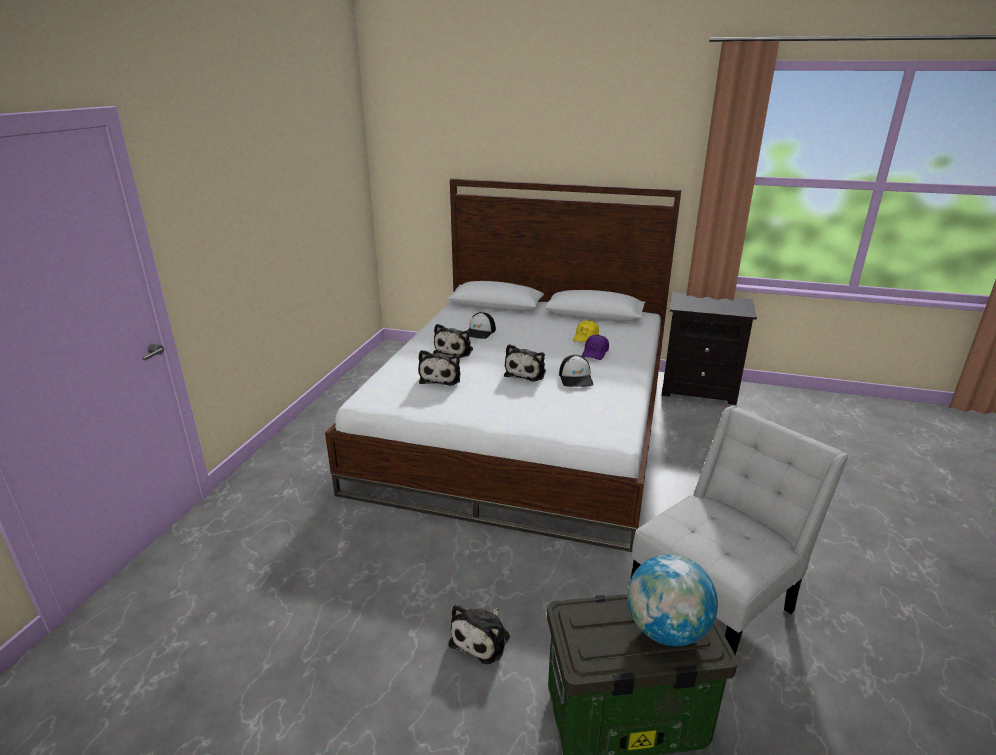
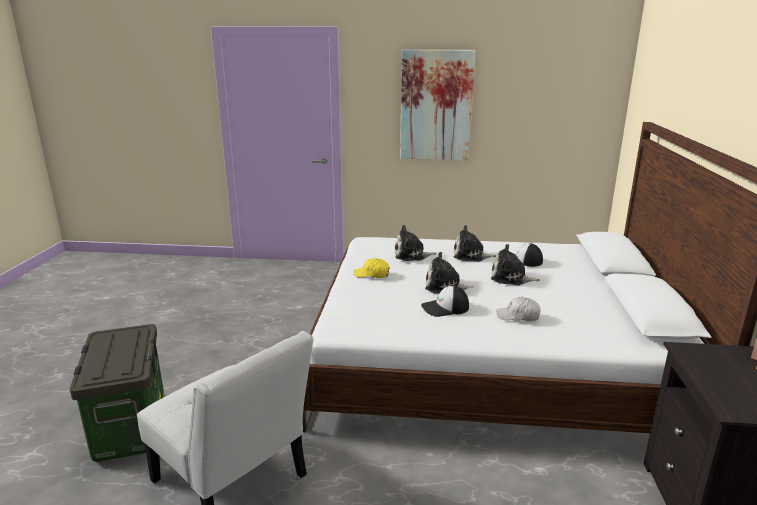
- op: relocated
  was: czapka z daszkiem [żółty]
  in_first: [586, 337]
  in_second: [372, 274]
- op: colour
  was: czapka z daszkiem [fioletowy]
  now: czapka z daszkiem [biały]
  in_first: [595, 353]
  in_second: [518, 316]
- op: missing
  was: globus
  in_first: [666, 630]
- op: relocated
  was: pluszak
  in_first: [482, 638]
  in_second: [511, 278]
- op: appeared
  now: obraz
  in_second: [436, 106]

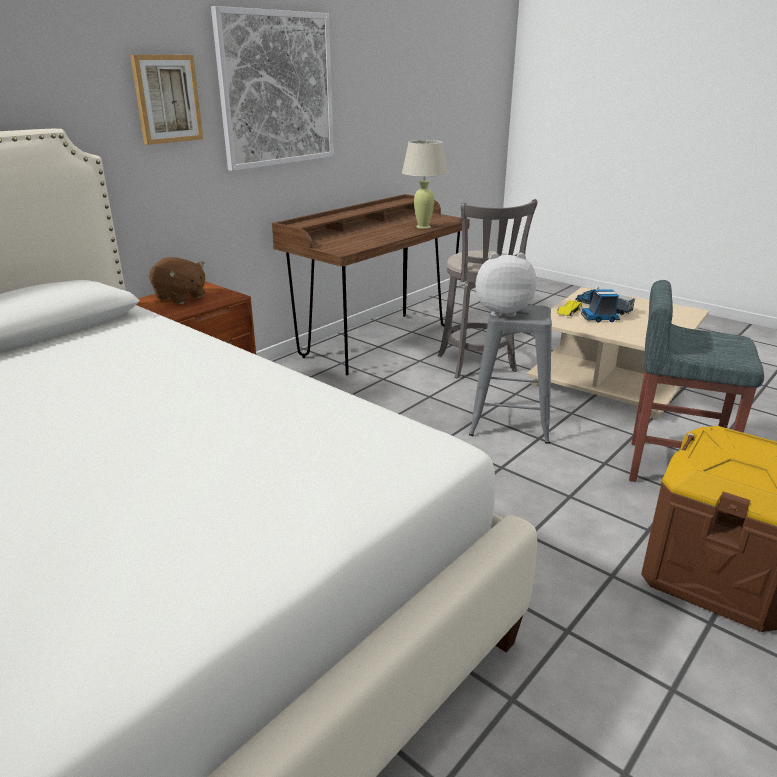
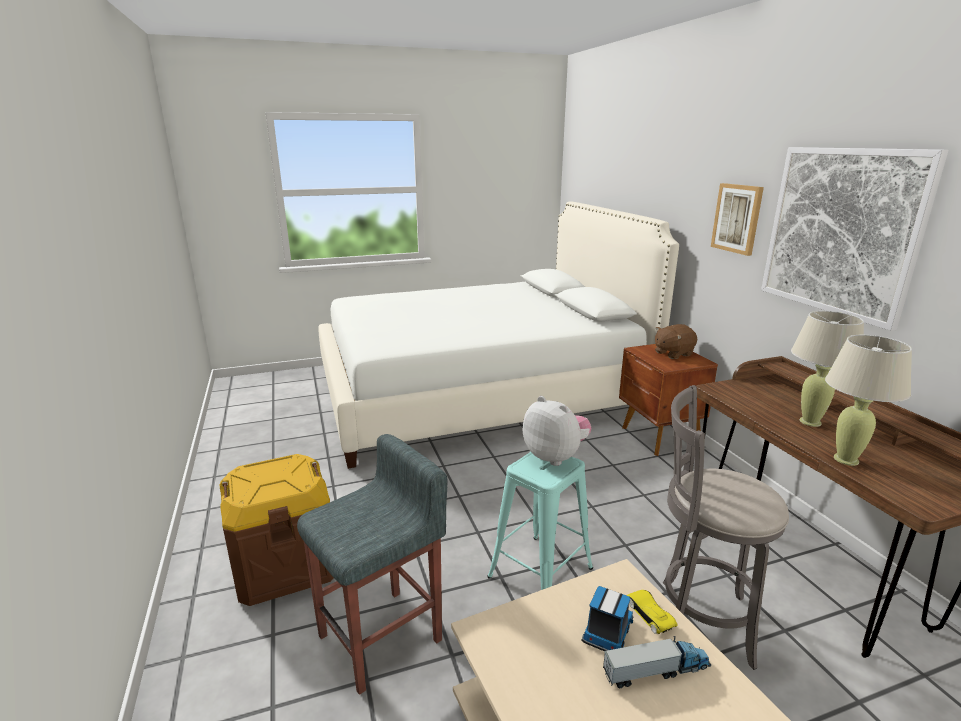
- op: spun
  was: pluszak
  in_first: [502, 311]
  in_second: [555, 456]
  clockwise: -75
- op: colour
  was: stołek [szary]
  now: stołek [turkusowy]
  in_first: [510, 423]
  in_second: [540, 572]
- op: appeared
  now: lampa stołowa [beżowy]
  in_second: [810, 422]

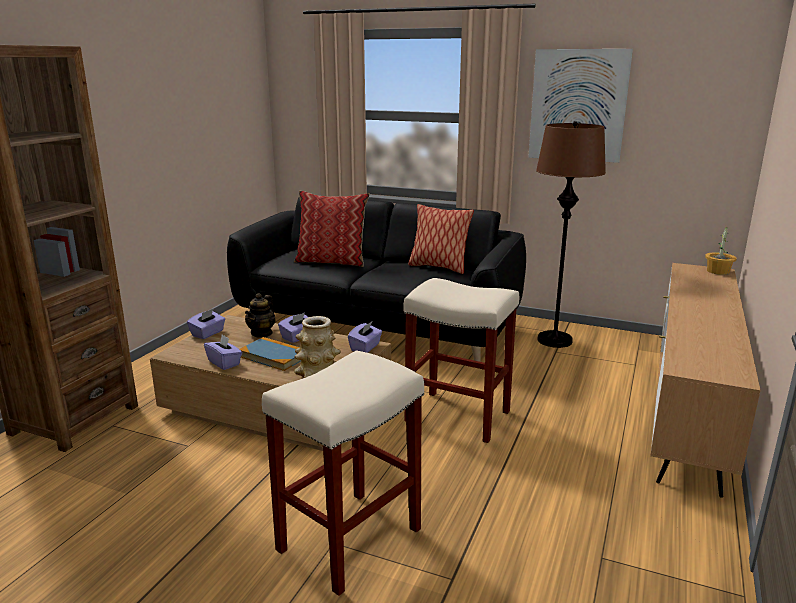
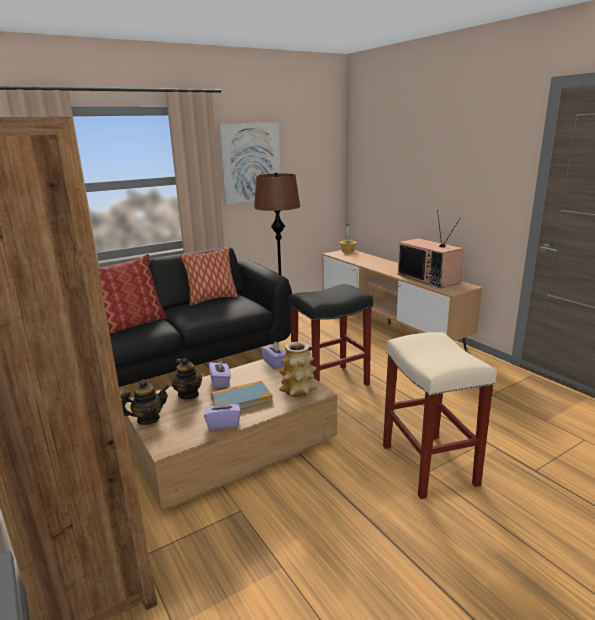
- op: colour
  was: stołek [beżowy]
  now: stołek [czarny]
  in_first: [459, 416]
  in_second: [331, 382]
- op: exchanged
  was: pudełko chusteczek [fioletowy]
  now: imbryk
  in_first: [208, 333]
  in_second: [148, 419]
- op: appeared
  now: telewizor
  in_second: [429, 278]

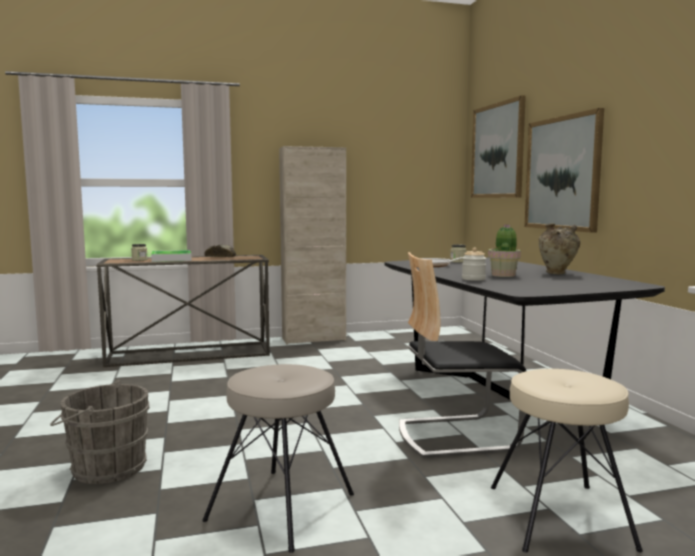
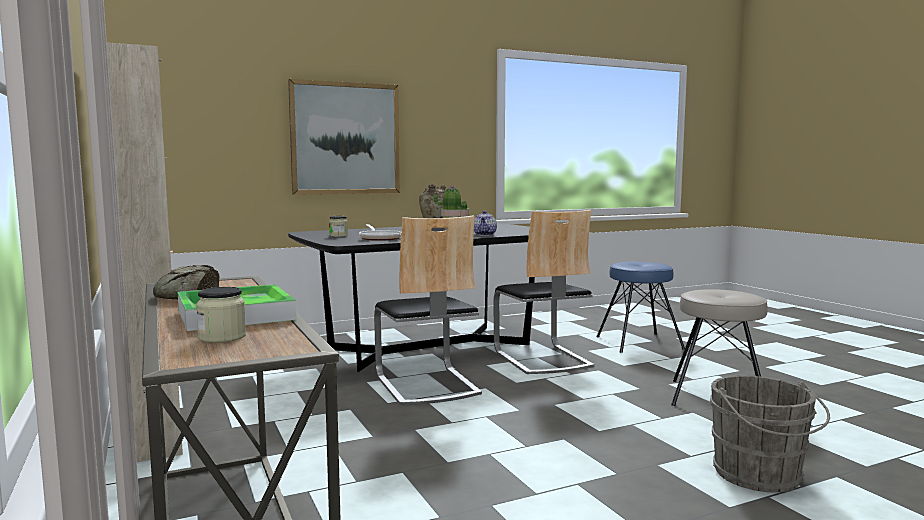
- op: missing
  was: obraz
  in_first: [497, 151]
- op: exchanged
  was: słoik
  now: imbryk
  in_first: [473, 279]
  in_second: [484, 234]
- op: colour
  was: stołek [beżowy]
  now: stołek [niebieski]
  in_first: [560, 516]
  in_second: [638, 342]
- op: appeared
  now: krzesło
  in_second: [426, 385]

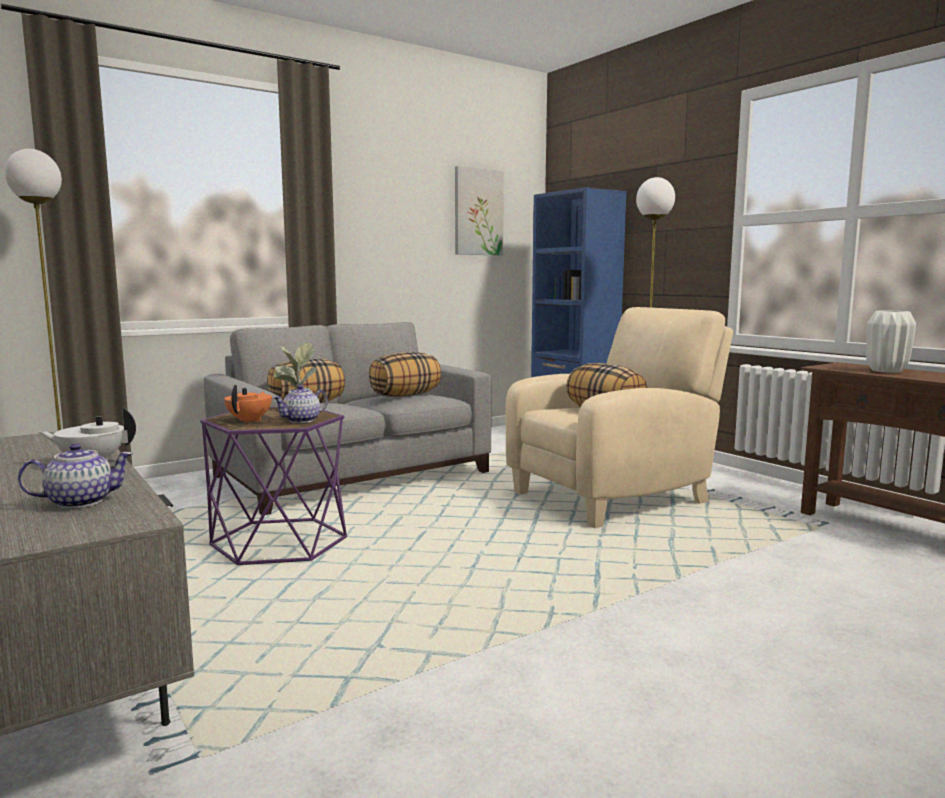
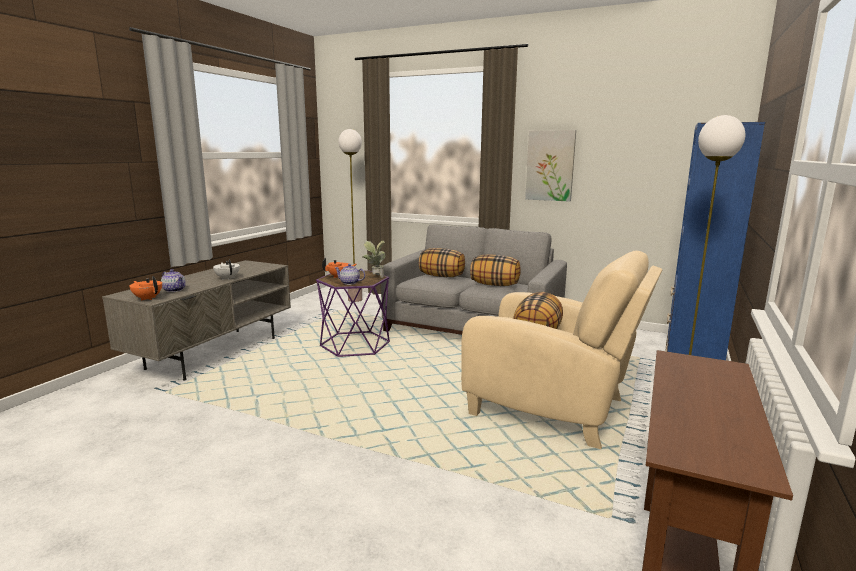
- op: relocated
  was: obraz
  in_first: [478, 212]
  in_second: [550, 165]
- op: missing
  was: wazon [biały]
  in_first: [886, 371]
- op: appeared
  now: imbryk [pomarańczowy]
  in_second: [148, 298]

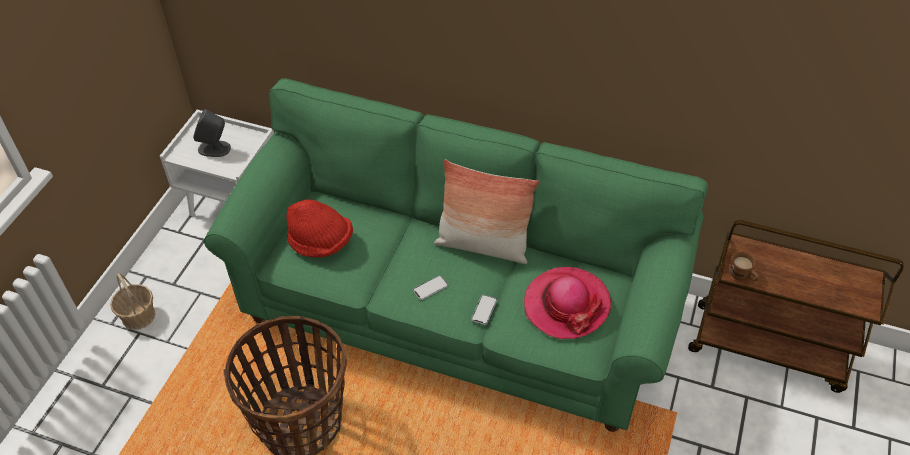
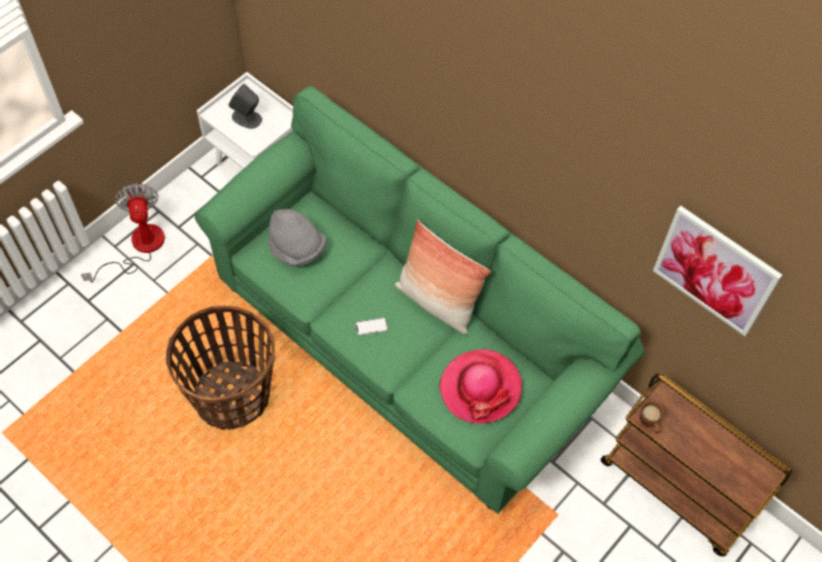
- op: colour
  was: kapelusz [czerwony]
  now: kapelusz [szary]
  in_first: [321, 242]
  in_second: [297, 249]
- op: exchanged
  was: koszyk
  now: wentylator
  in_first: [138, 316]
  in_second: [138, 247]
- op: missing
  was: telefon
  in_first: [484, 310]
- op: appeared
  now: obraz
  in_second: [715, 270]

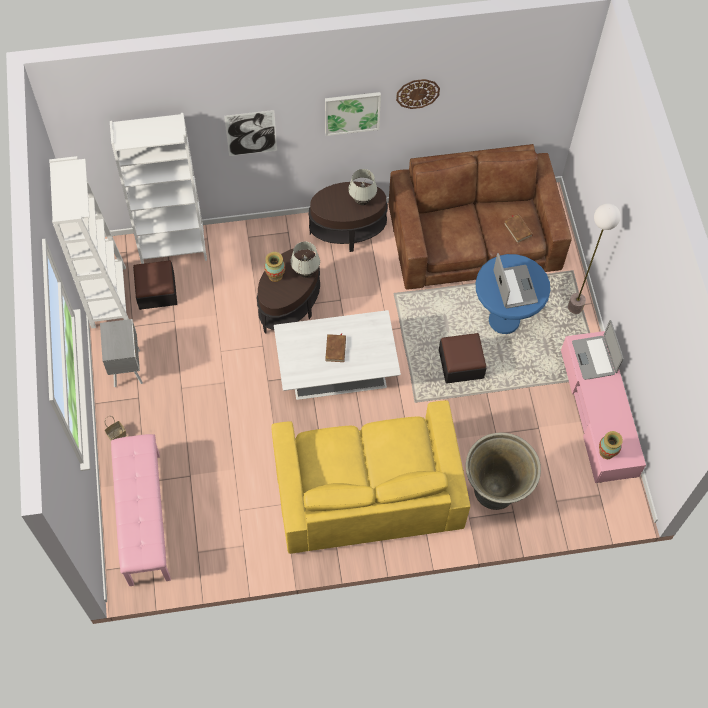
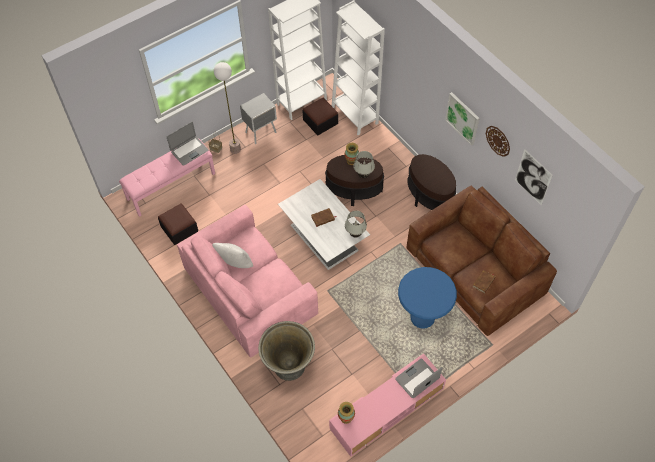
- op: relocated
  was: obraz
  in_first: [251, 133]
  in_second: [533, 177]
- op: relocated
  was: lampa stołowa [biały]
  in_first: [362, 202]
  in_second: [355, 234]
- op: relocated
  was: lampa stojąca
  in_first: [575, 307]
  in_second: [235, 149]
- op: relocated
  was: laptop
  in_first: [514, 287]
  in_second: [189, 151]
- op: relocated
  was: pufa
  in_first: [461, 364]
  in_second: [179, 229]
- op: colour
  was: kanapa [żółty]
  now: kanapa [różowy]
  in_first: [367, 490]
  in_second: [249, 291]
- op: appeared
  now: poduszka [biały]
  in_second: [235, 264]

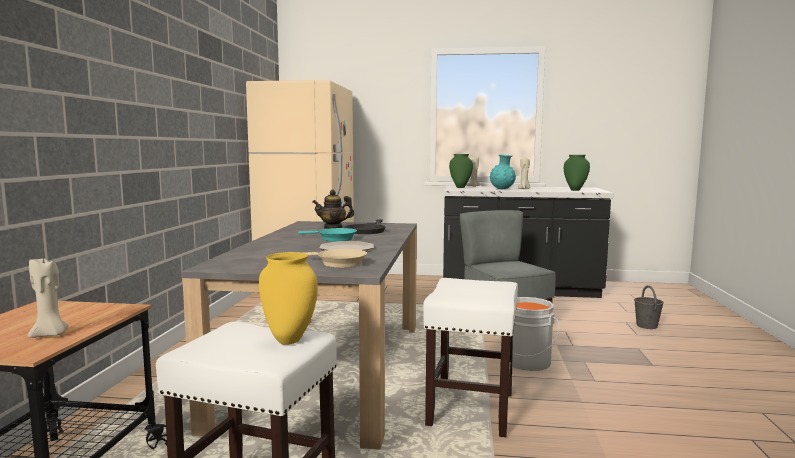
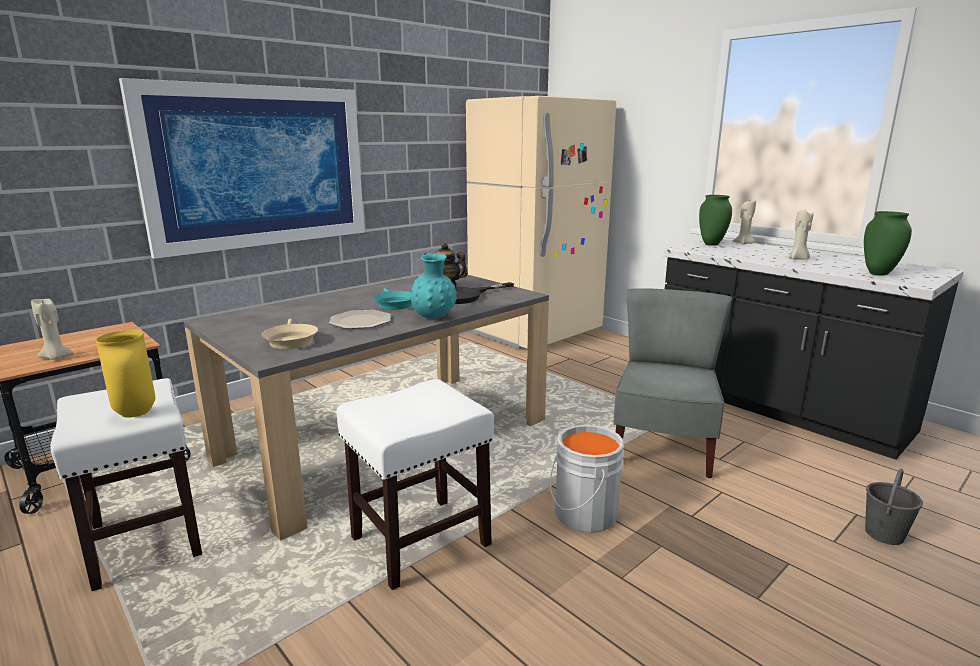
- op: relocated
  was: wazon [turkusowy]
  in_first: [502, 189]
  in_second: [433, 317]
- op: appeared
  now: obraz
  in_second: [258, 167]

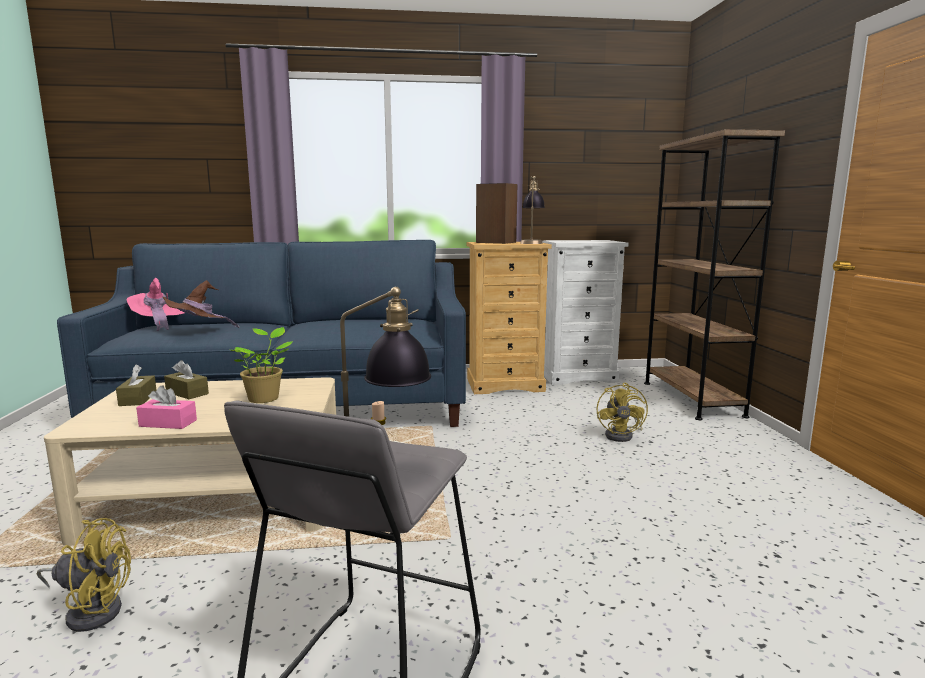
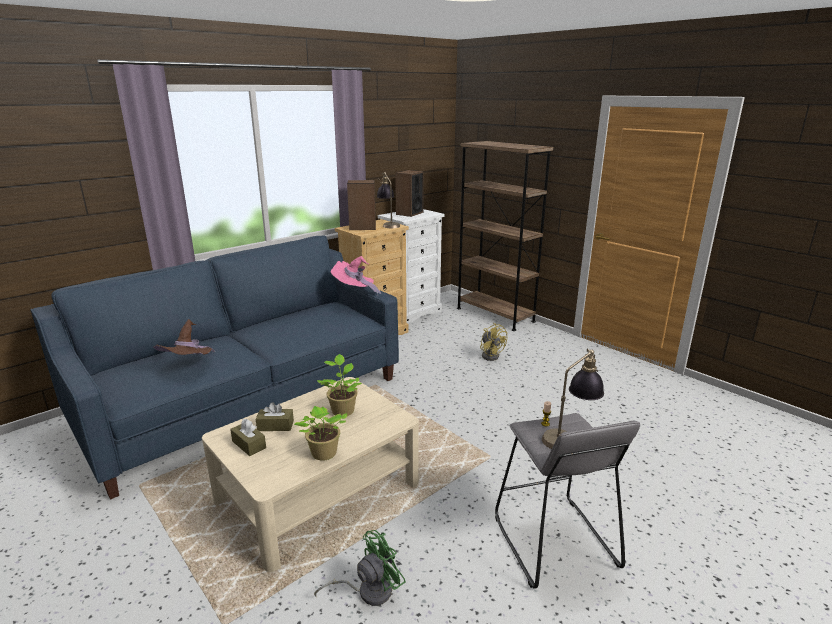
- op: relocated
  was: kapelusz [różowy]
  in_first: [159, 324]
  in_second: [354, 291]
- op: exchanged
  was: pudełko chusteczek [różowy]
  now: roślina doniczkowa
  in_first: [168, 423]
  in_second: [323, 454]
- op: colour
  was: wentylator [żółty]
  now: wentylator [zielony]
  in_first: [92, 610]
  in_second: [368, 591]
- op: appeared
  now: głośnik
  in_second: [409, 213]

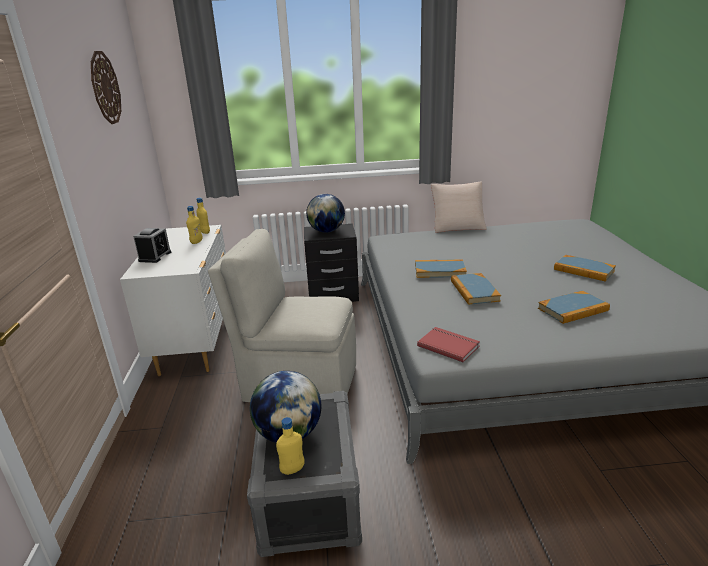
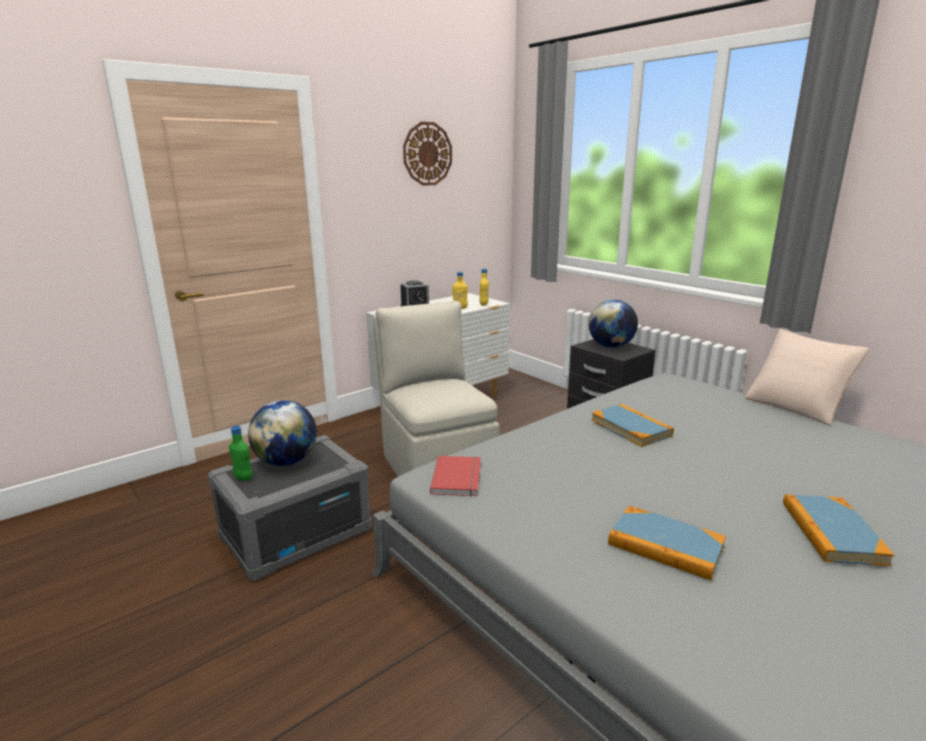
- op: missing
  was: książka
  in_first: [474, 291]
- op: colour
  was: butelka [żółty]
  now: butelka [zielony]
  in_first: [292, 470]
  in_second: [243, 478]

